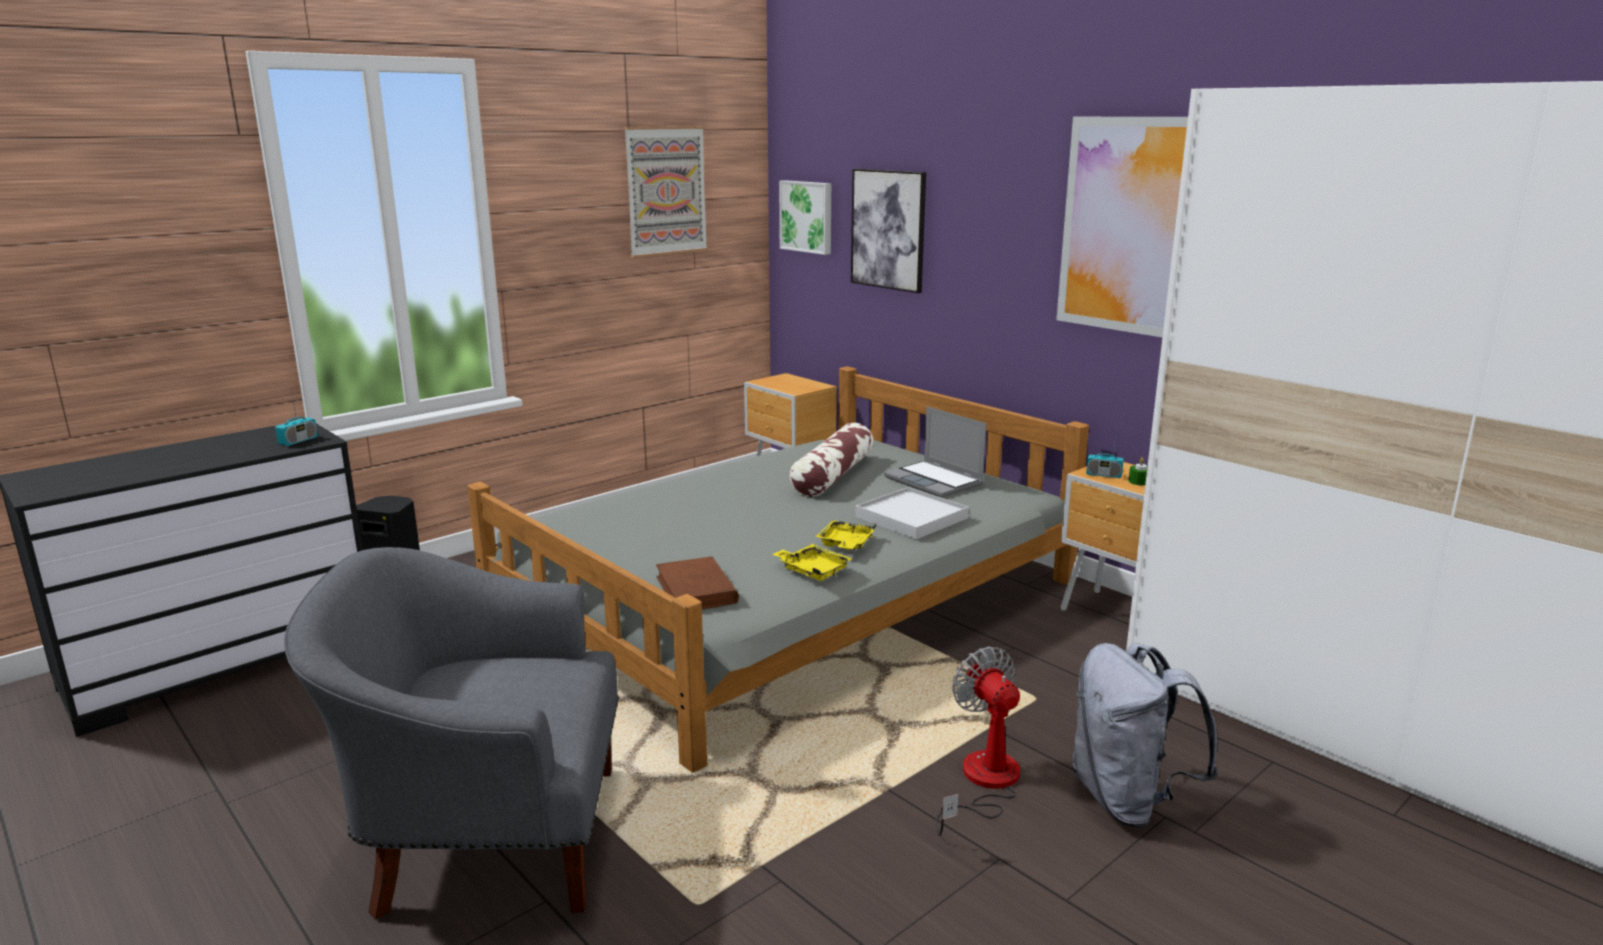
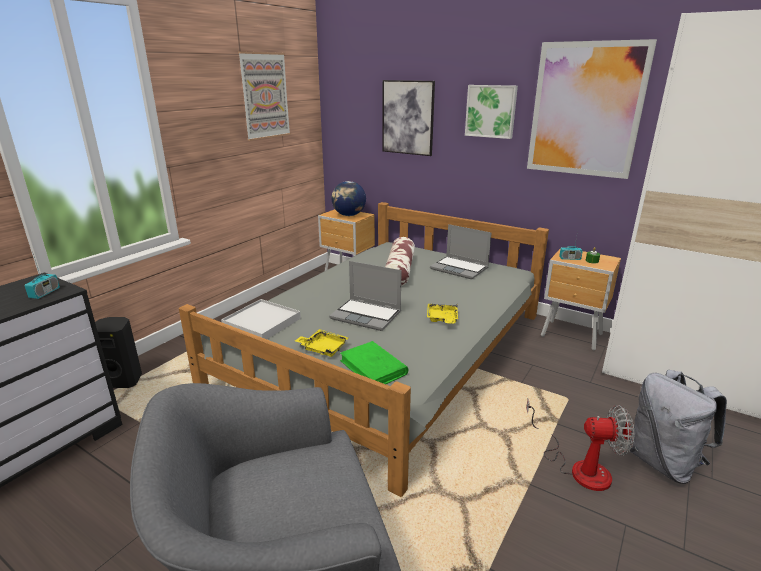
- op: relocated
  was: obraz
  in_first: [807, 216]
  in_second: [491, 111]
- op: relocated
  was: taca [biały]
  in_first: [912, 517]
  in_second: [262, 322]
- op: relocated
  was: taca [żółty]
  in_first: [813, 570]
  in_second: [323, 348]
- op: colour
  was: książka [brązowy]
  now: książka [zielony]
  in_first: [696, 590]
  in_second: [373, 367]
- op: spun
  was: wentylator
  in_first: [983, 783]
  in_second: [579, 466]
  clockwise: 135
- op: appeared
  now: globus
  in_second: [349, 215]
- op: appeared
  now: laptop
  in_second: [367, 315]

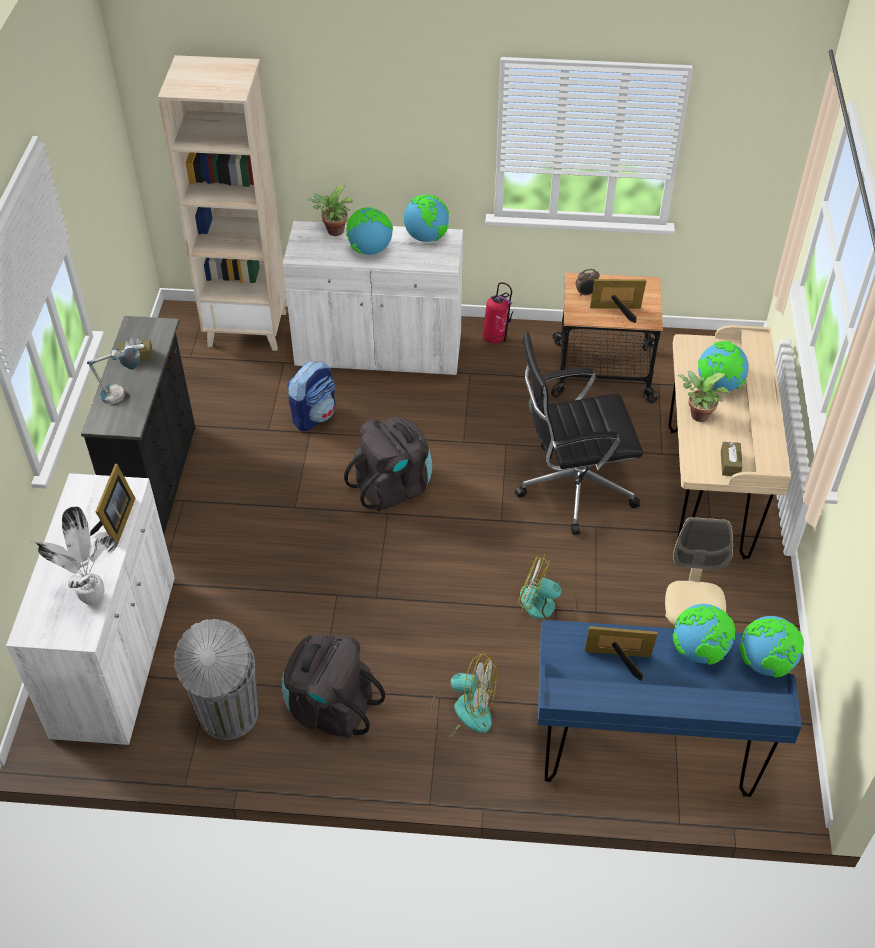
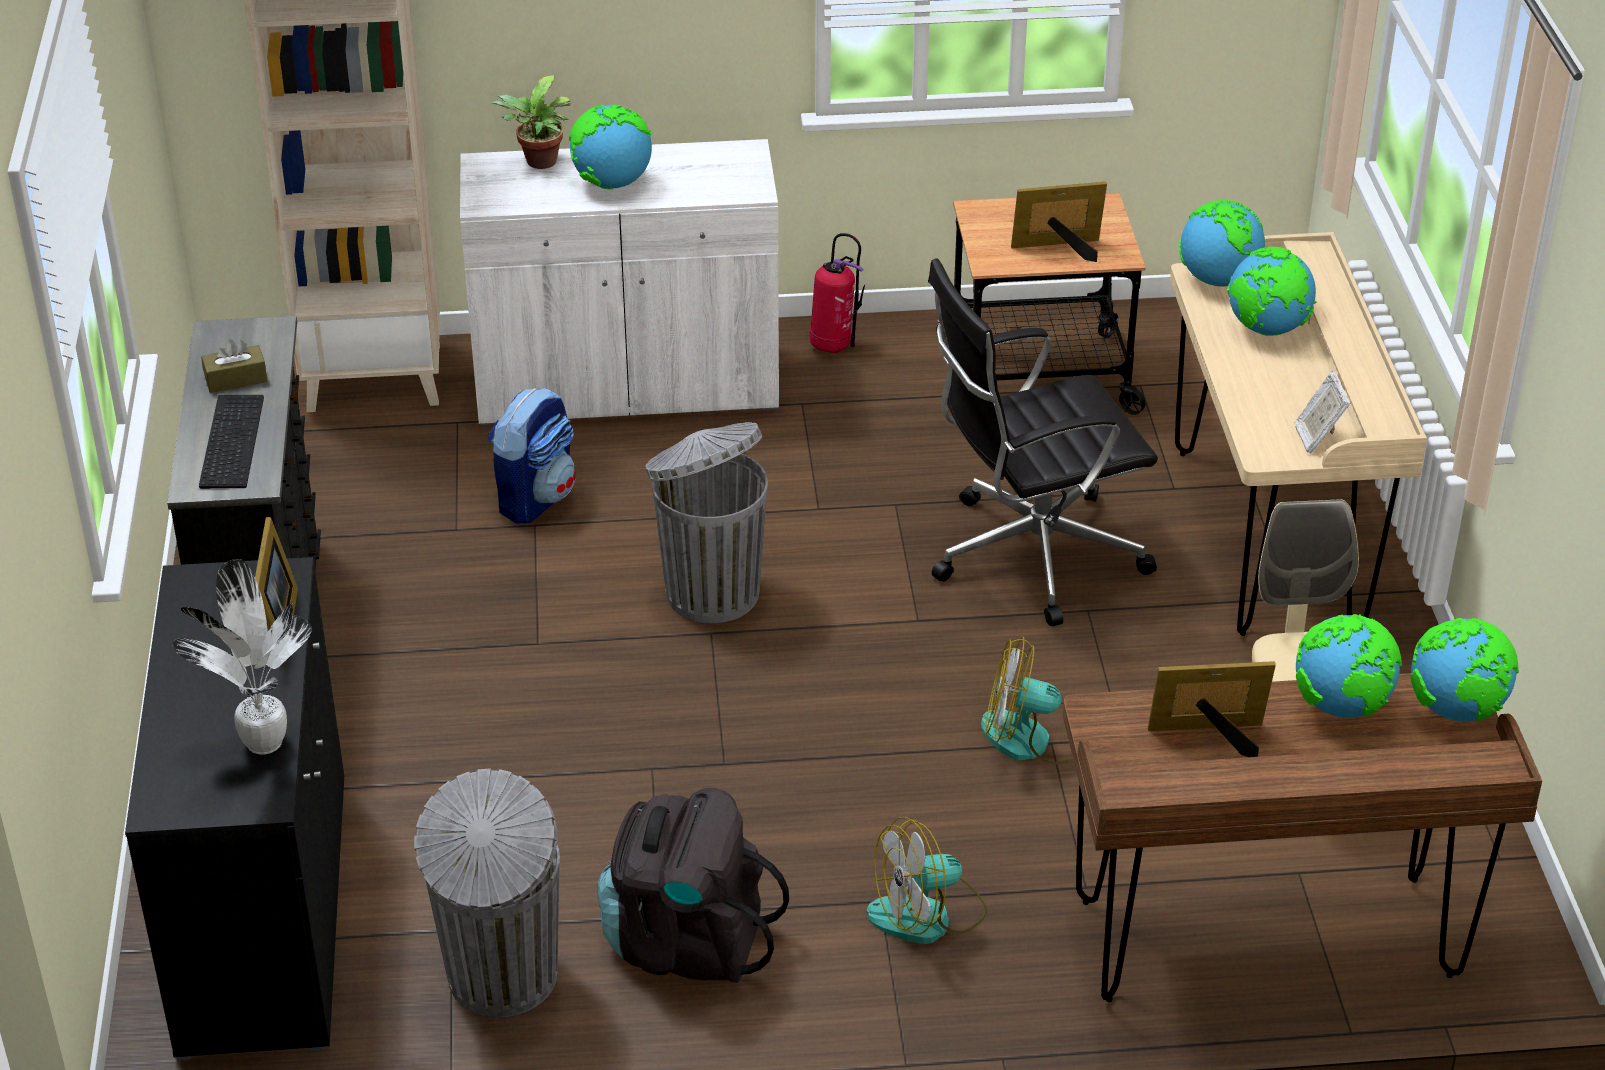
- op: relocated
  was: globus
  in_first: [426, 237]
  in_second: [1218, 280]
- op: missing
  was: budzik
  in_first: [586, 294]
- op: exchanged
  was: lampa stołowa
  now: klawiatura
  in_first: [123, 397]
  in_second: [229, 441]
- op: missing
  was: roślina doniczkowa
  in_first: [697, 415]
- op: exchanged
  was: plecak [czarny]
  now: kosz na śmieci [szary]
  in_first: [393, 487]
  in_second: [710, 591]
- op: exchanged
  was: pudełko chusteczek [brązowy]
  now: ramka na zdjęcie
  in_first: [730, 464]
  in_second: [1317, 438]
- op: colour
  was: szafka [biały]
  now: szafka [czarny]
  in_first: [116, 656]
  in_second: [265, 913]
- op: colour
  was: biurko [niebieski]
  now: biurko [brązowy]
  in_first: [645, 755]
  in_second: [1265, 940]
- op: spun
  was: wentylator
  in_first: [463, 710]
  in_second: [927, 915]
  clockwise: 150

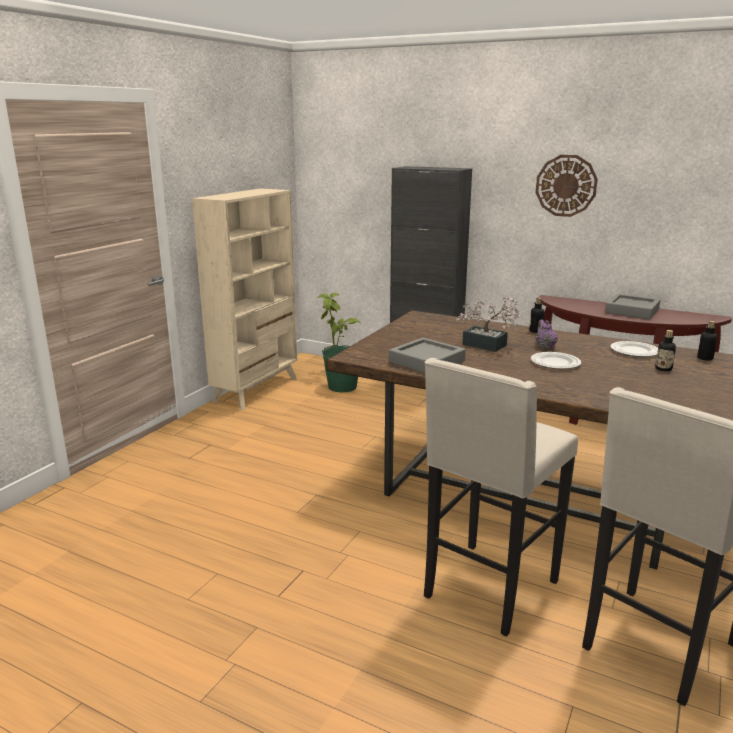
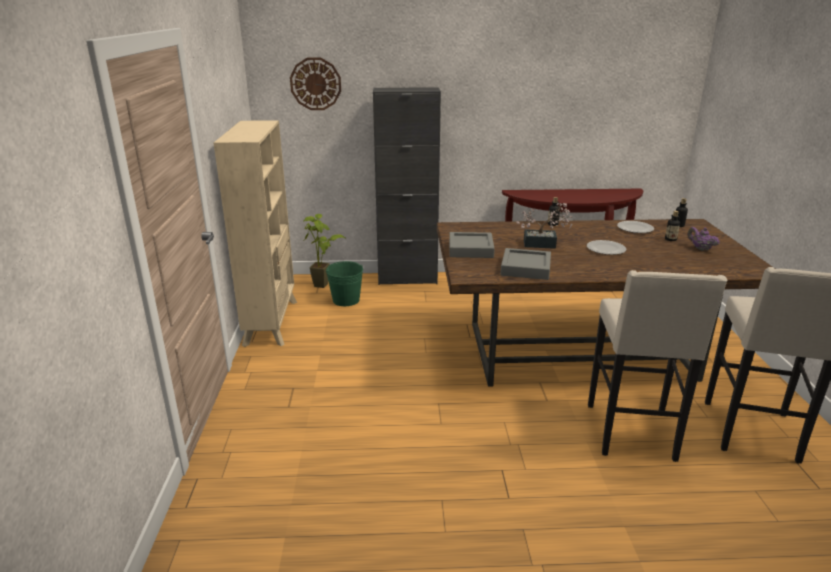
- op: relocated
  was: zegar ścienny
  in_first: [566, 185]
  in_second: [315, 84]
- op: relocated
  was: taca [szary]
  in_first: [632, 311]
  in_second: [470, 249]
- op: relocated
  was: imbryk [fioletowy]
  in_first: [544, 346]
  in_second: [700, 249]

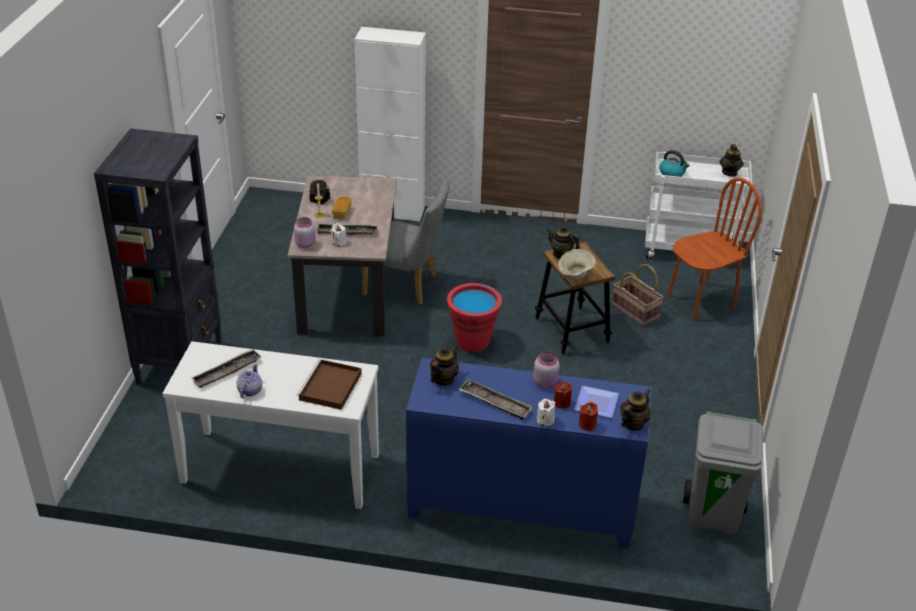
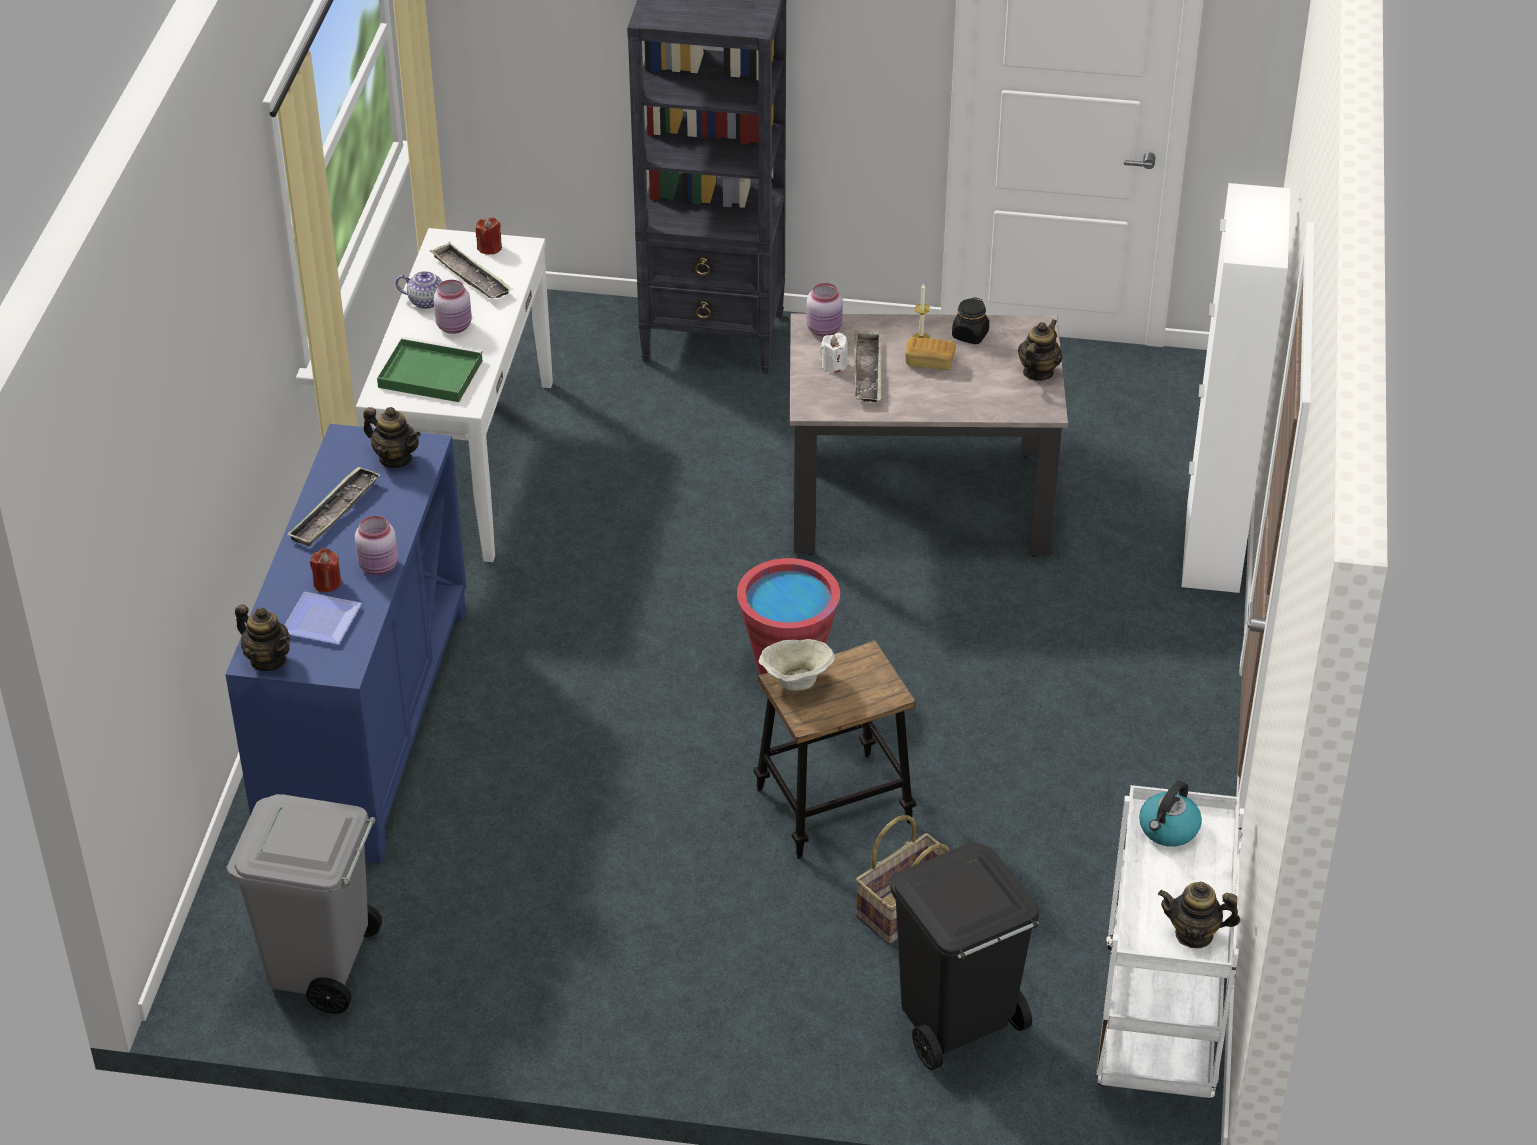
- op: exchanged
  was: krzesło [brązowy]
  now: kosz na śmieci [czarny]
  in_first: [701, 301]
  in_second: [956, 1024]
- op: missing
  was: krzesło [szary]
  in_first: [406, 286]
- op: relocated
  was: imbryk
  in_first: [561, 254]
  in_second: [1037, 372]
- op: colour
  was: taca [brązowy]
  now: taca [zielony]
  in_first: [330, 387]
  in_second: [428, 374]
- op: missing
  was: świeca [biały]
  in_first: [545, 420]
- op: relocated
  was: świeca [czerwony]
  in_first: [587, 424]
  in_second: [490, 248]
- op: appeared
  now: słoik [różowy]
  in_second: [455, 326]

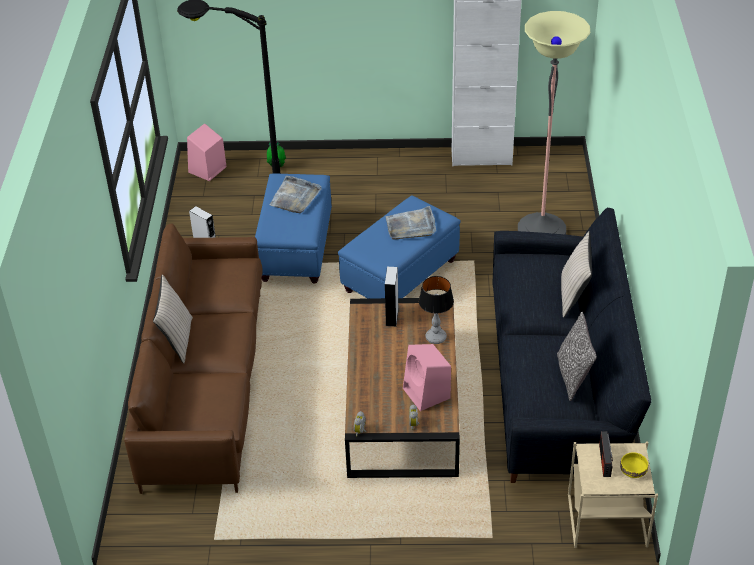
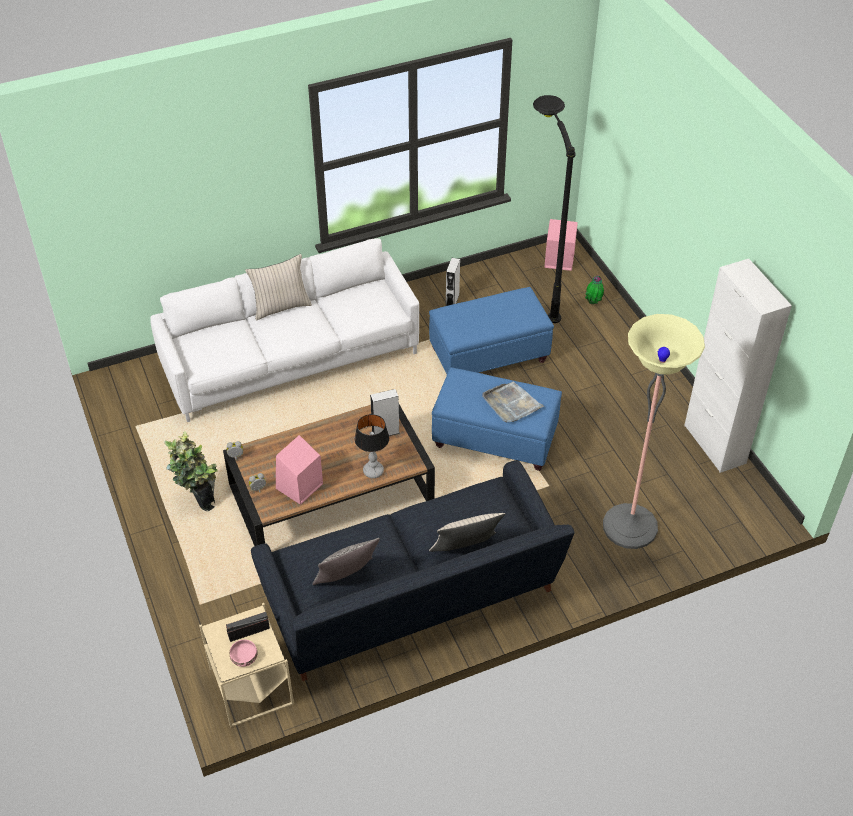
- op: missing
  was: taca [szary]
  in_first: [295, 197]
- op: colour
  was: kanapa [brązowy]
  now: kanapa [biały]
  in_first: [207, 387]
  in_second: [292, 362]
- op: colour
  was: miska [żółty]
  now: miska [różowy]
  in_first: [633, 470]
  in_second: [245, 658]
- op: appeared
  now: roślina doniczkowa
  in_second: [198, 500]

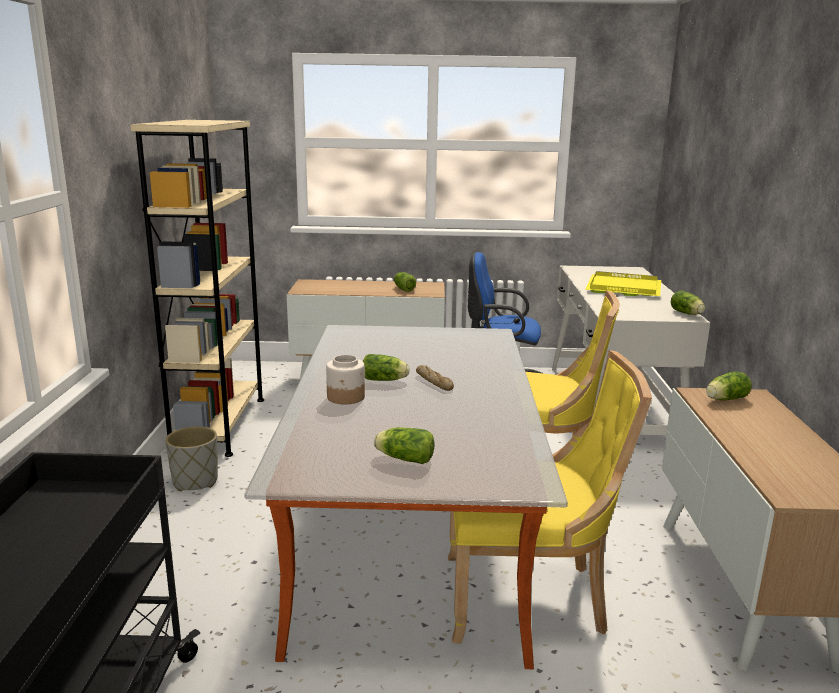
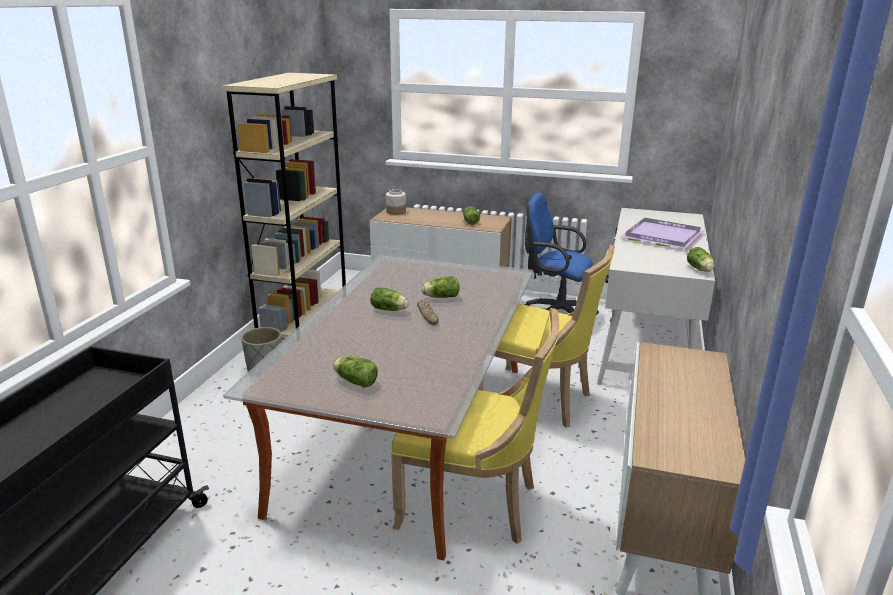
- op: colour
  was: taca [żółty]
  now: taca [fioletowy]
  in_first: [622, 288]
  in_second: [660, 236]
- op: relocated
  was: słoik
  in_first: [346, 397]
  in_second: [396, 212]
- op: relocated
  was: sałata
  in_first: [724, 399]
  in_second: [440, 297]

